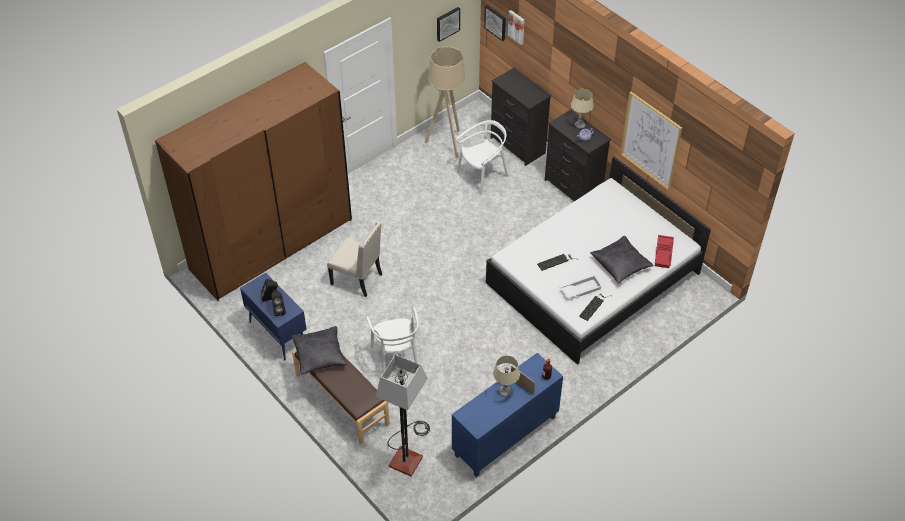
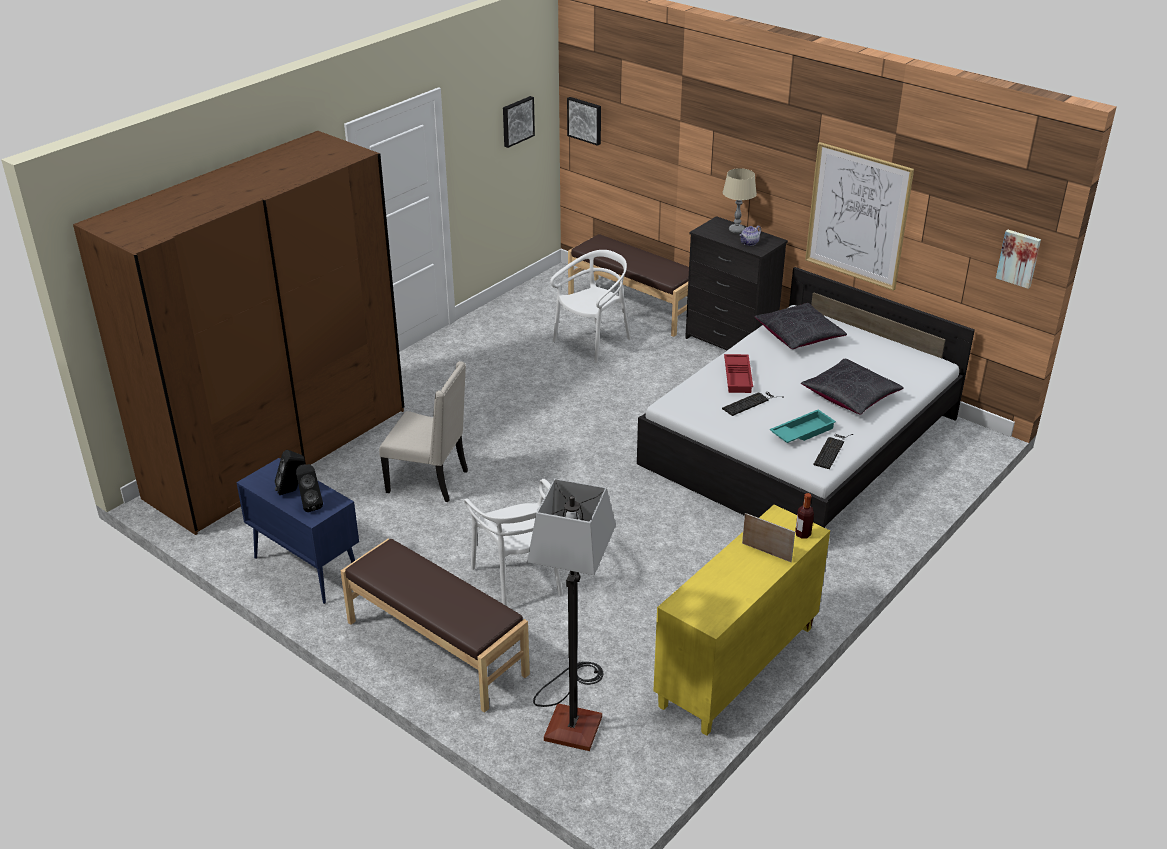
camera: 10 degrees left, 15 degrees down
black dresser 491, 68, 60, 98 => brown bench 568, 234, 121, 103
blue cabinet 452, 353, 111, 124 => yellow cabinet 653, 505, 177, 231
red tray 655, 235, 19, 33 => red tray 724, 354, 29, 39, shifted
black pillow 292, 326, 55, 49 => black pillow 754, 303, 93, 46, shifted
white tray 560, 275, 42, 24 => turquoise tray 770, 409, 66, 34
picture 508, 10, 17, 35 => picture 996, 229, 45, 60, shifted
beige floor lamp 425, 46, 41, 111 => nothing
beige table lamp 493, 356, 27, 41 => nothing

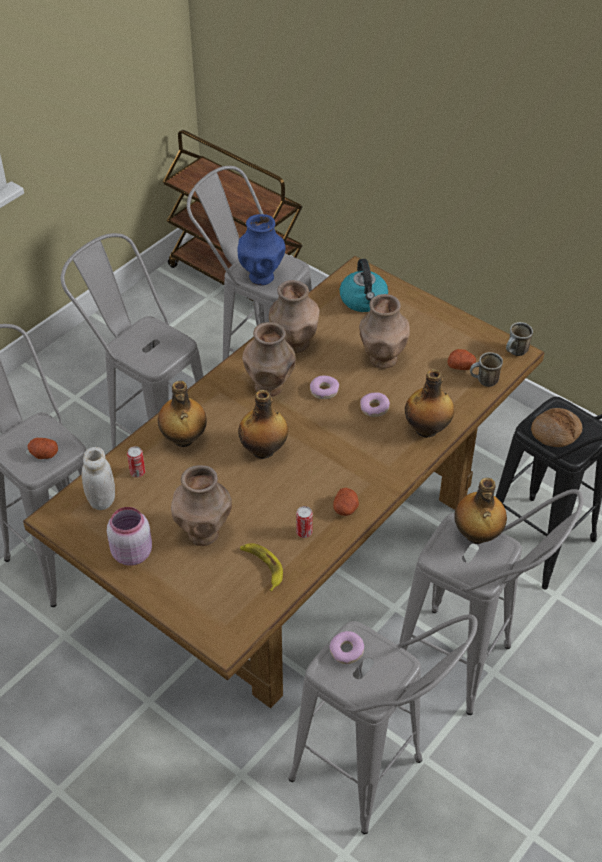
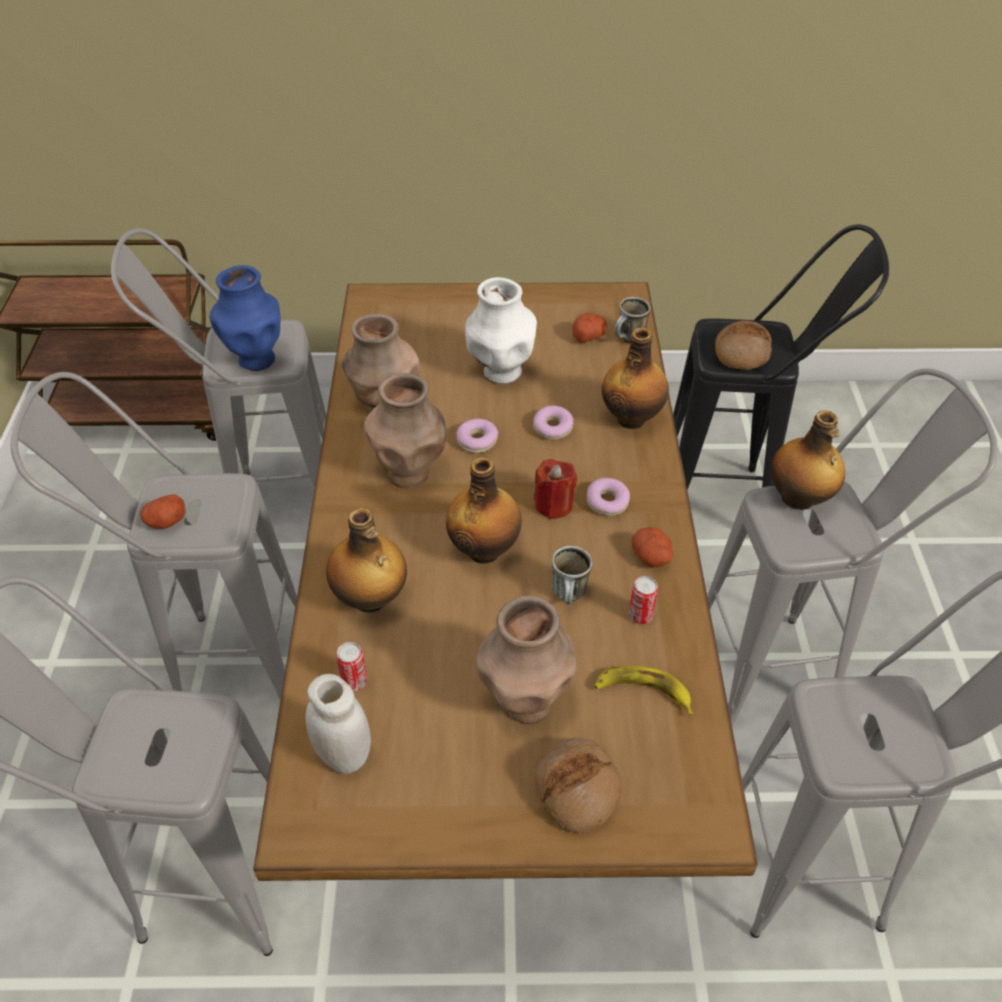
camera: 40 degrees left, 0 degrees up
potato 27, 438, 31, 21 => potato 140, 494, 46, 35, shifted
brown vase 359, 294, 51, 74 => white vase 465, 277, 72, 107
nothing => red candle 534, 459, 43, 60
nothing => bread 535, 738, 86, 95
mug 506, 322, 27, 34 => mug 552, 546, 40, 58, shifted
donut 329, 631, 35, 33 => donut 587, 478, 43, 38, shifted
pink jar 107, 507, 45, 59 => nothing
kettle 340, 259, 48, 53 => nothing

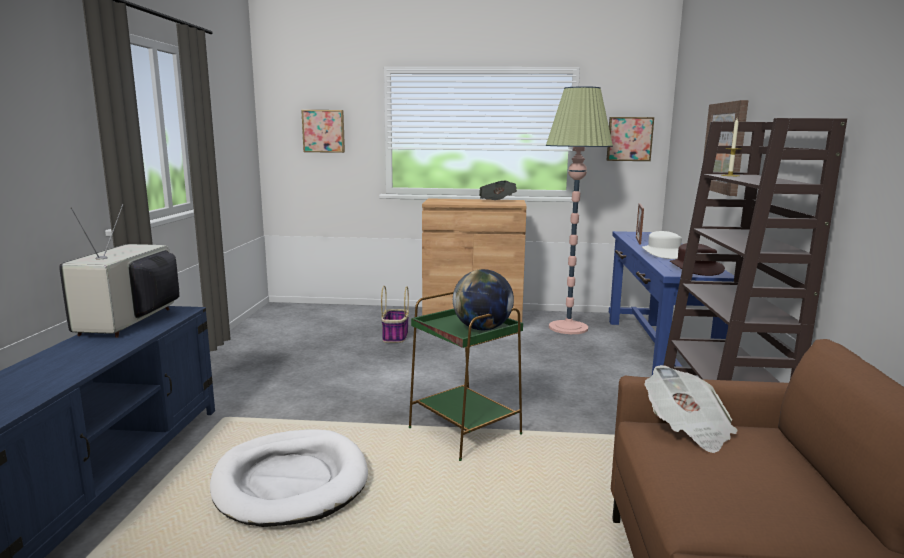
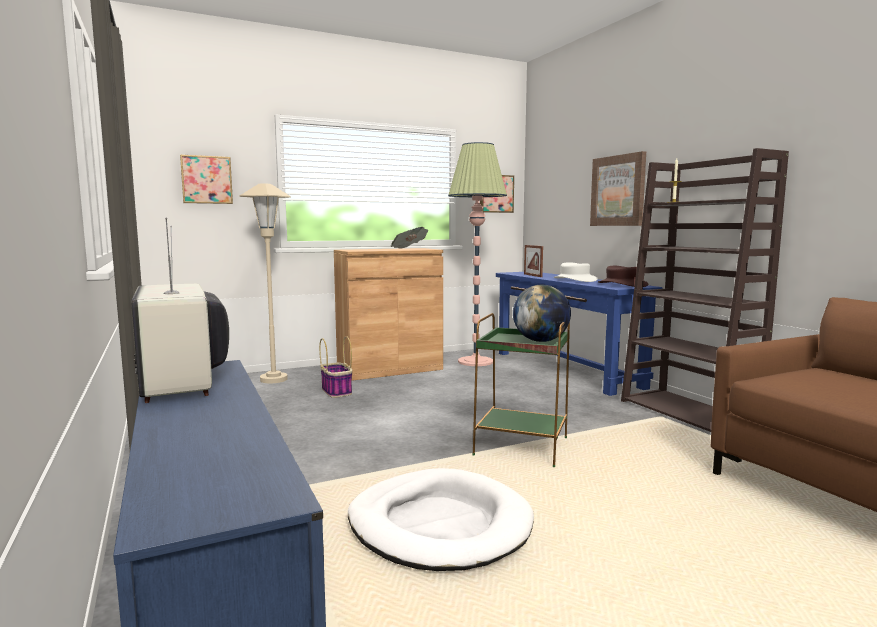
camera: 30 degrees left, 5 degrees down
nothing => beige floor lamp 239, 183, 52, 200
newspaper 645, 365, 93, 88 => nothing

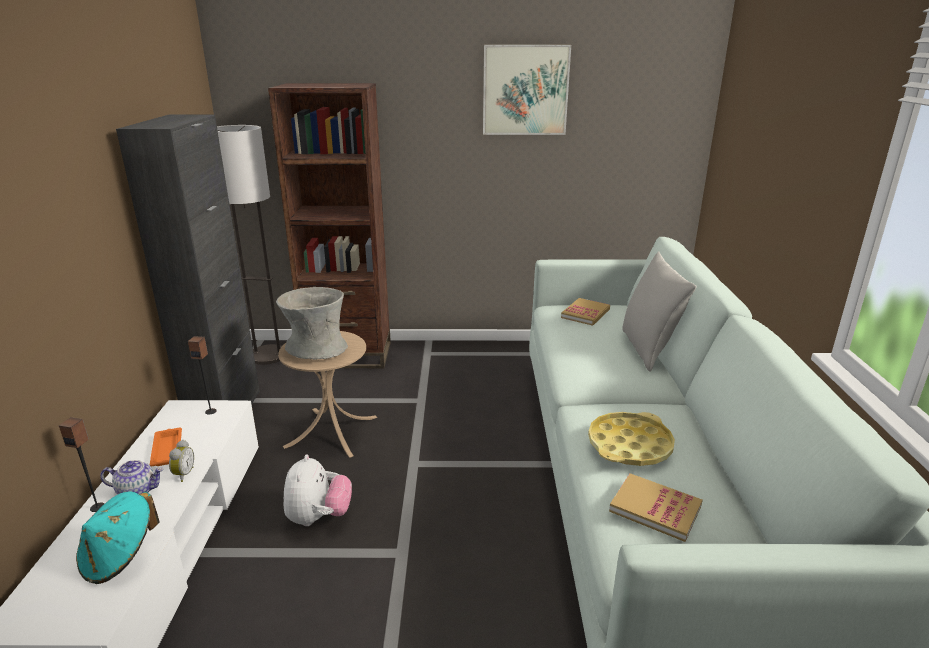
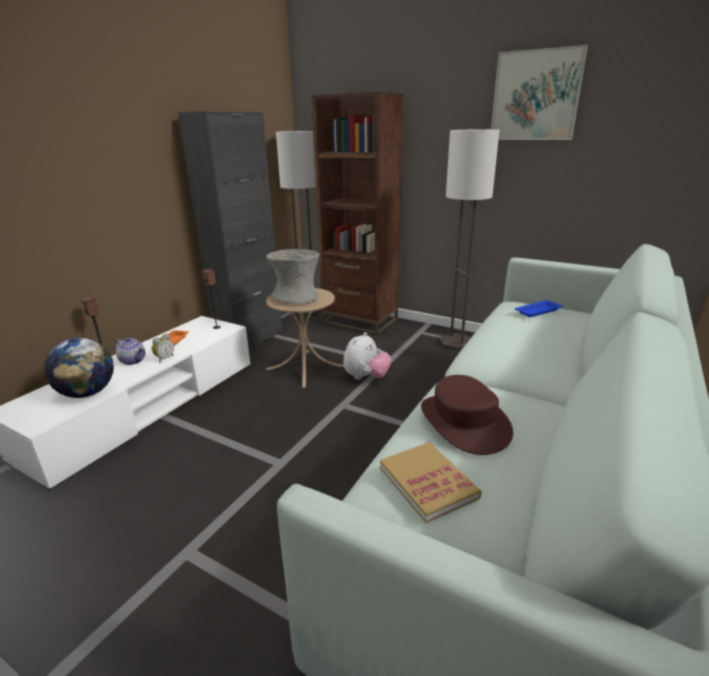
camera: 30 degrees right, 0 degrees up
turquoise hat 76, 491, 84, 93 => globe 44, 338, 70, 60
plush toy 284, 455, 68, 71 => plush toy 343, 332, 48, 48, shifted
yellow tray 588, 412, 87, 54 => brown hat 421, 375, 92, 80
nothing => floor lamp 440, 129, 59, 221
book 561, 298, 49, 28 => blue tray 515, 300, 48, 17
grey pillow 622, 251, 75, 121 => nothing

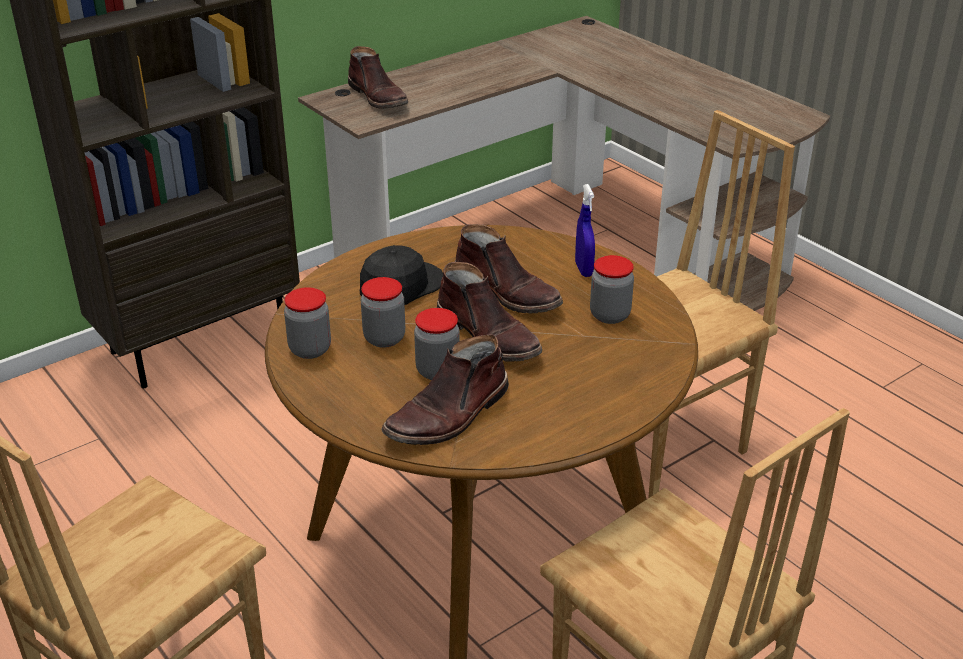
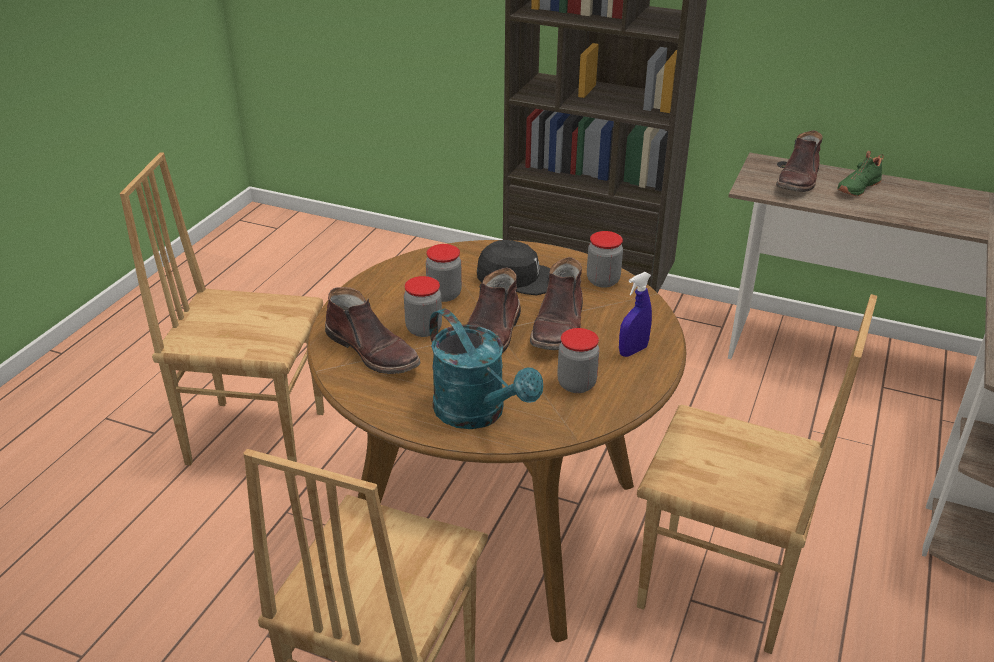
camera: 60 degrees right, 0 degrees up
brown boot 382, 334, 127, 111 => brown boot 325, 287, 95, 87, 150 degrees counterclockwise
nothing => turquoise watering can 429, 309, 114, 120
jar 284, 287, 47, 72 => jar 587, 231, 36, 57, shifted
nothing => green shoe 838, 151, 46, 45

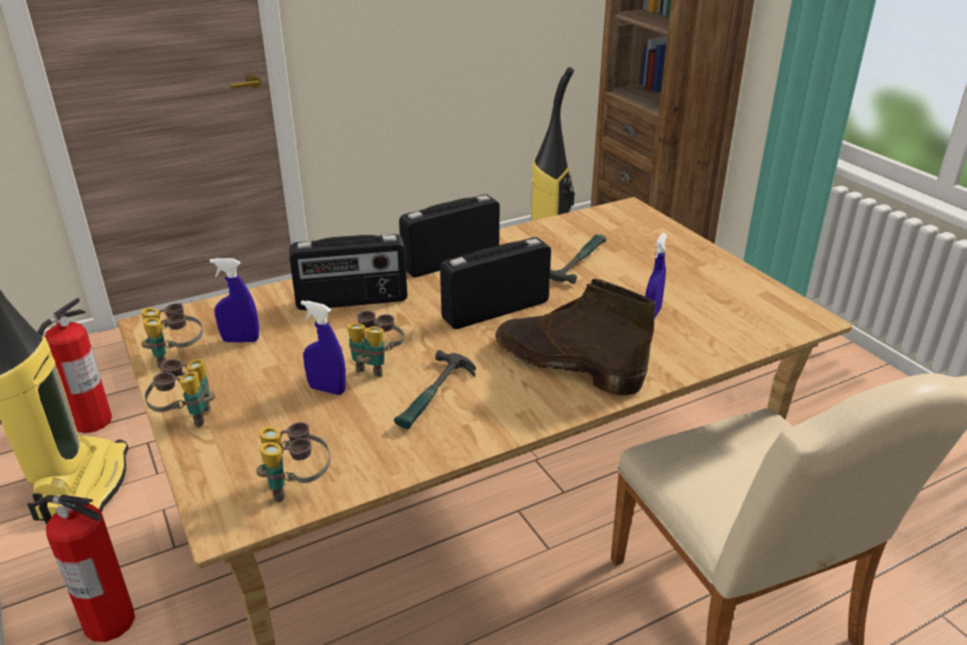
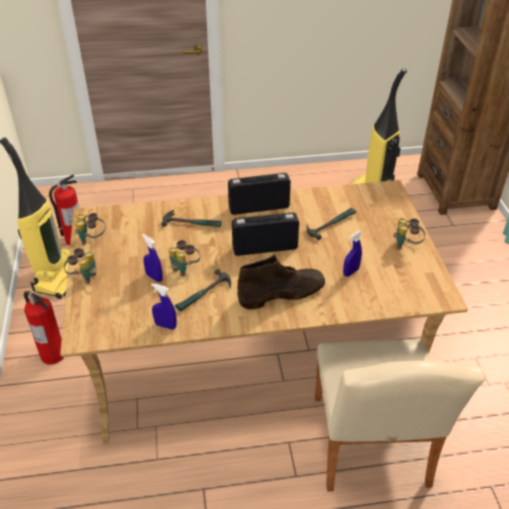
camera: 20 degrees right, 10 degrees up
blue spray bottle 210, 258, 49, 85 => blue spray bottle 151, 283, 26, 47, shifted
radio 289, 234, 119, 76 => hammer 161, 210, 60, 17
brown boot 495, 279, 161, 117 => brown boot 237, 254, 88, 56, 105 degrees clockwise
binoculars 256, 422, 74, 80 => binoculars 393, 217, 32, 33, shifted

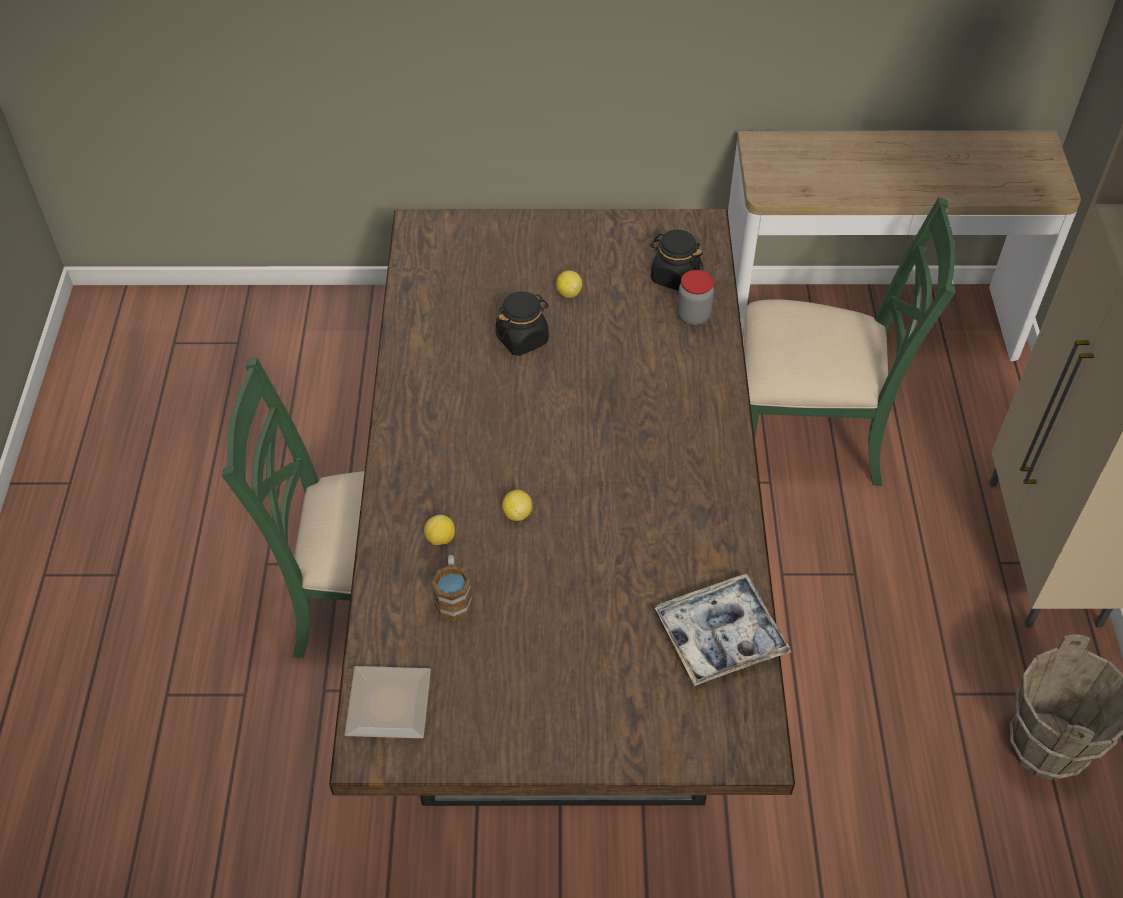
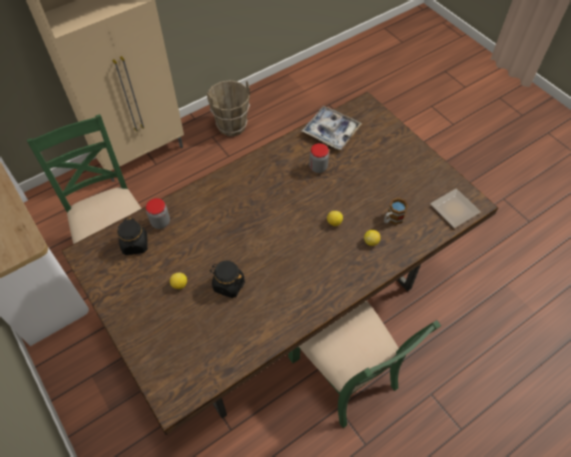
camera: 125 degrees left, 5 degrees up
nothing => jar 309, 143, 20, 30

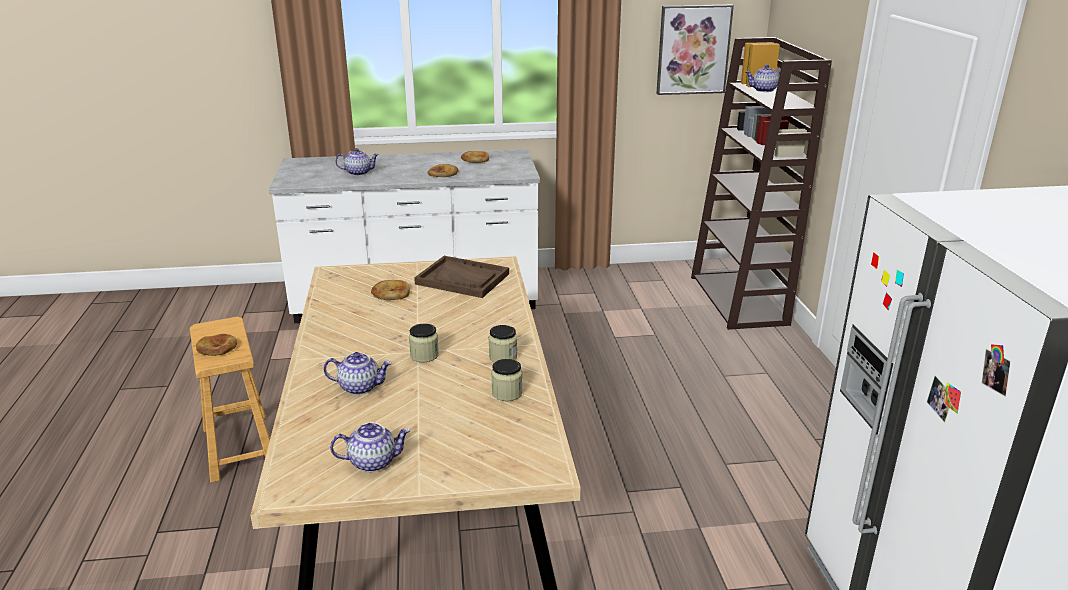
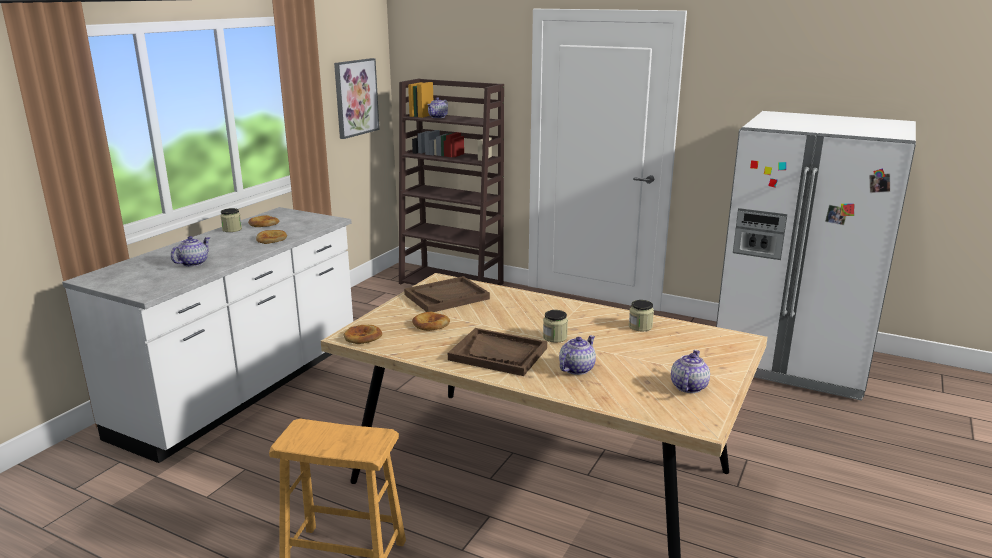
camera: 55 degrees left, 5 degrees down
jar 489, 325, 28, 37 => jar 220, 208, 22, 24, shifted
bread 196, 334, 41, 22 => bread 344, 325, 38, 19, shifted
nothing => brown tray 448, 328, 99, 48

